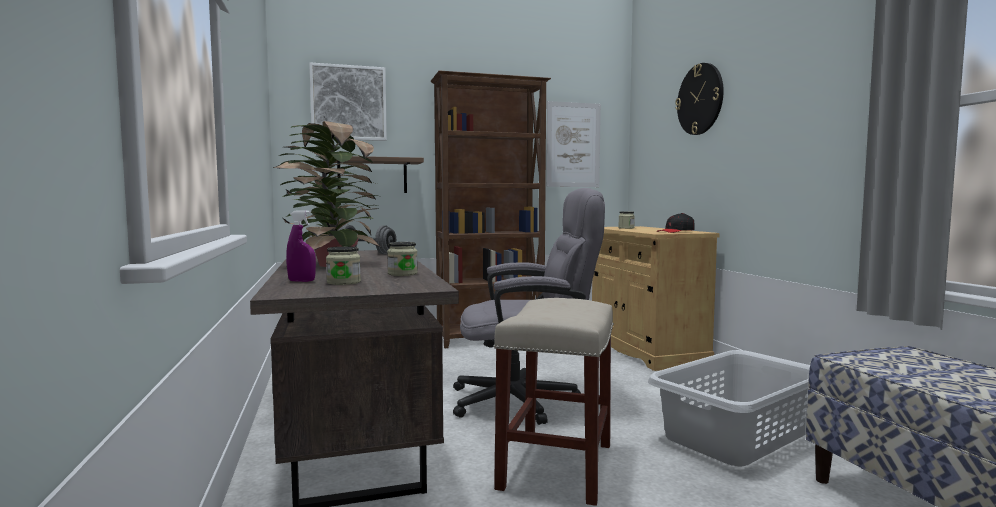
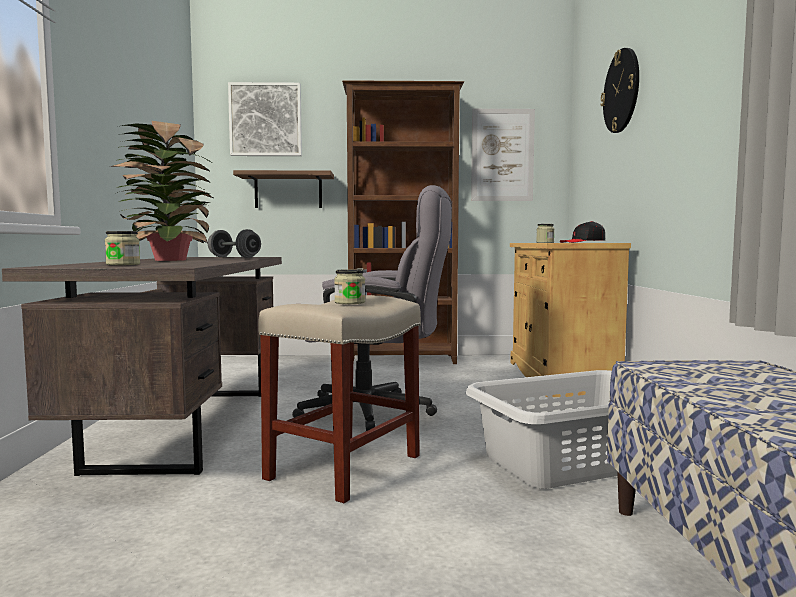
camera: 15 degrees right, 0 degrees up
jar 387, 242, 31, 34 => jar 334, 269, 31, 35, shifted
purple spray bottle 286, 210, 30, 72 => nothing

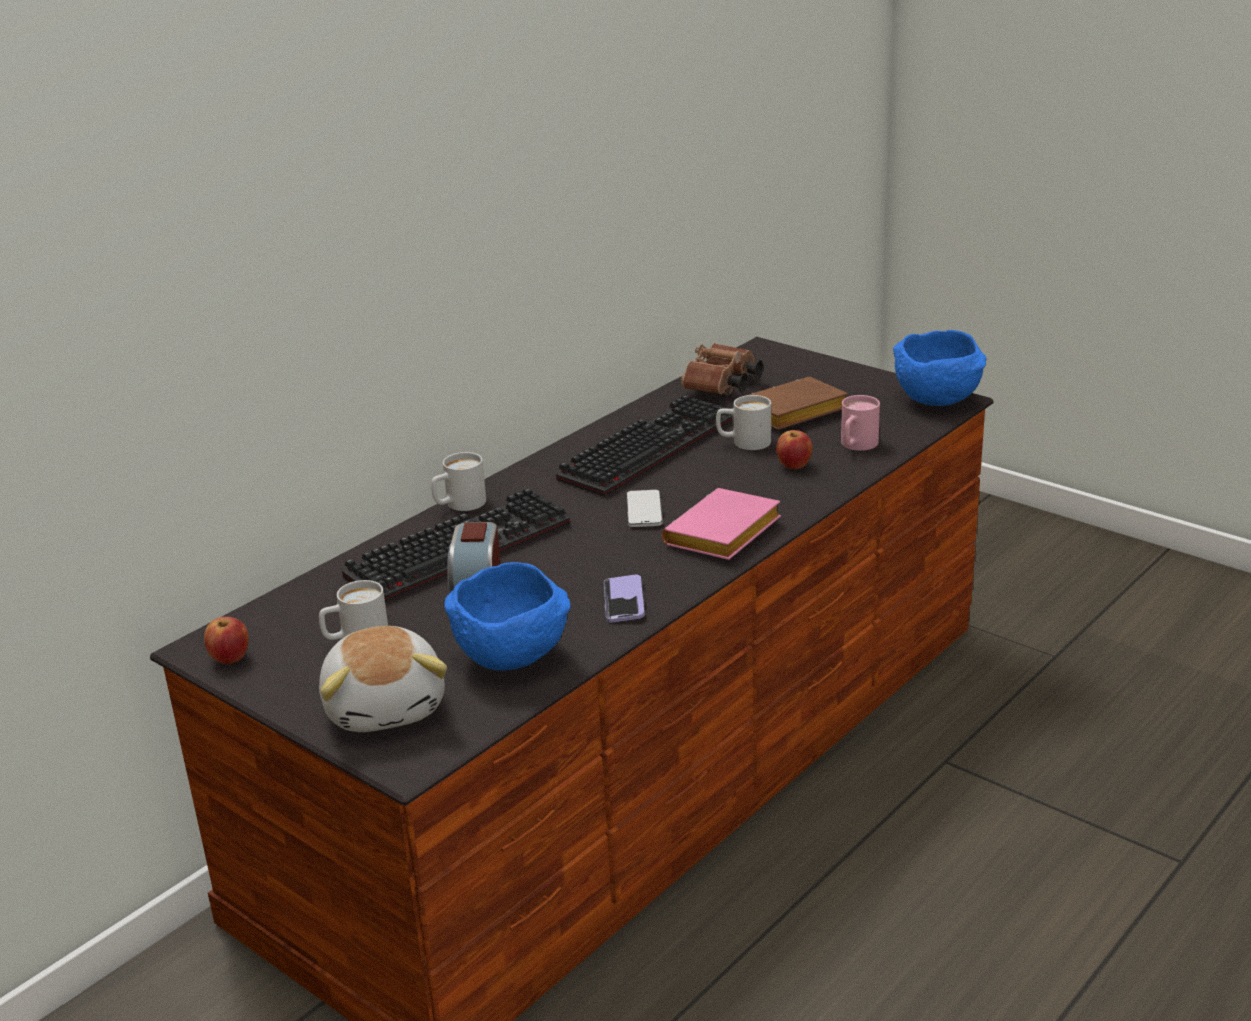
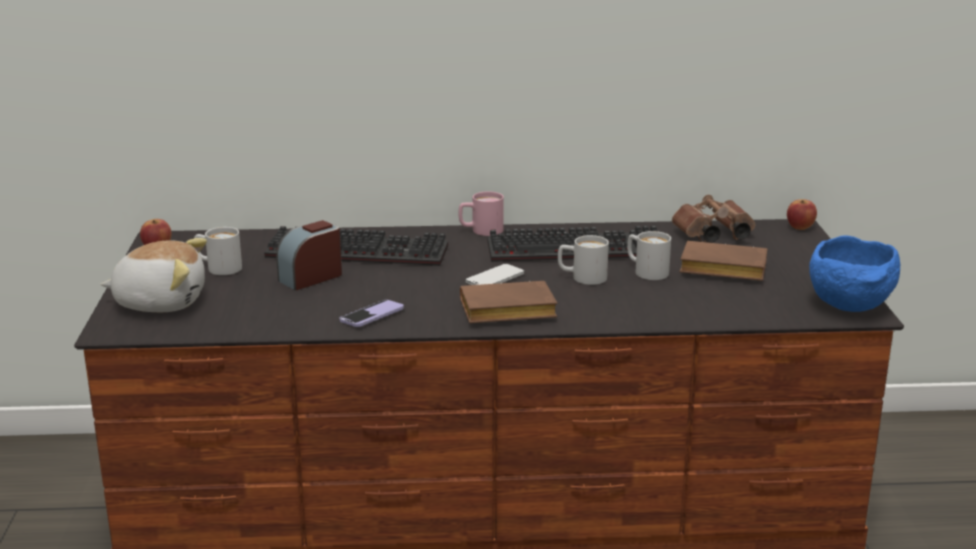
camera: 45 degrees right, 5 degrees down
plush toy 319, 626, 128, 106 => plush toy 100, 238, 107, 74, 120 degrees counterclockwise
pink mug 841, 395, 39, 56 => pink mug 459, 191, 45, 45, shifted
pink book 662, 488, 119, 72 => brown book 460, 281, 97, 42
white mug 431, 452, 55, 59 => white mug 558, 235, 51, 50, shifted
apple 776, 430, 37, 39 => apple 787, 199, 30, 31, shifted
blue bowl 445, 562, 126, 109 => nothing

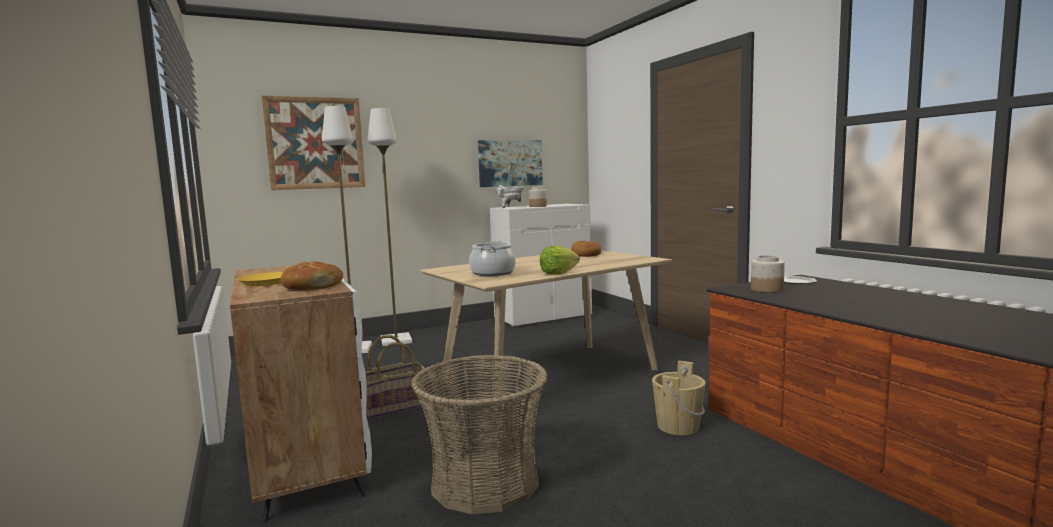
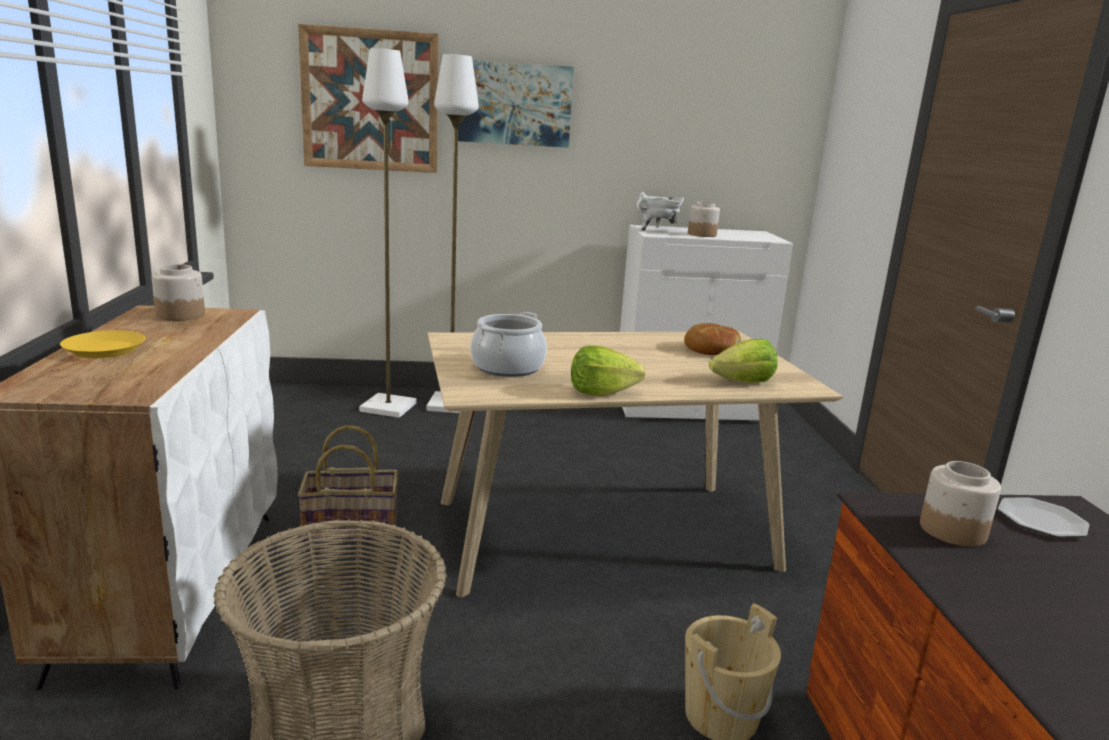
camera: 20 degrees right, 10 degrees up
nothing => jar 152, 264, 53, 57
picture 478, 140, 65, 47 => picture 458, 60, 116, 88, shifted
nothing => lettuce 709, 339, 69, 44
bread 281, 261, 62, 29 => nothing

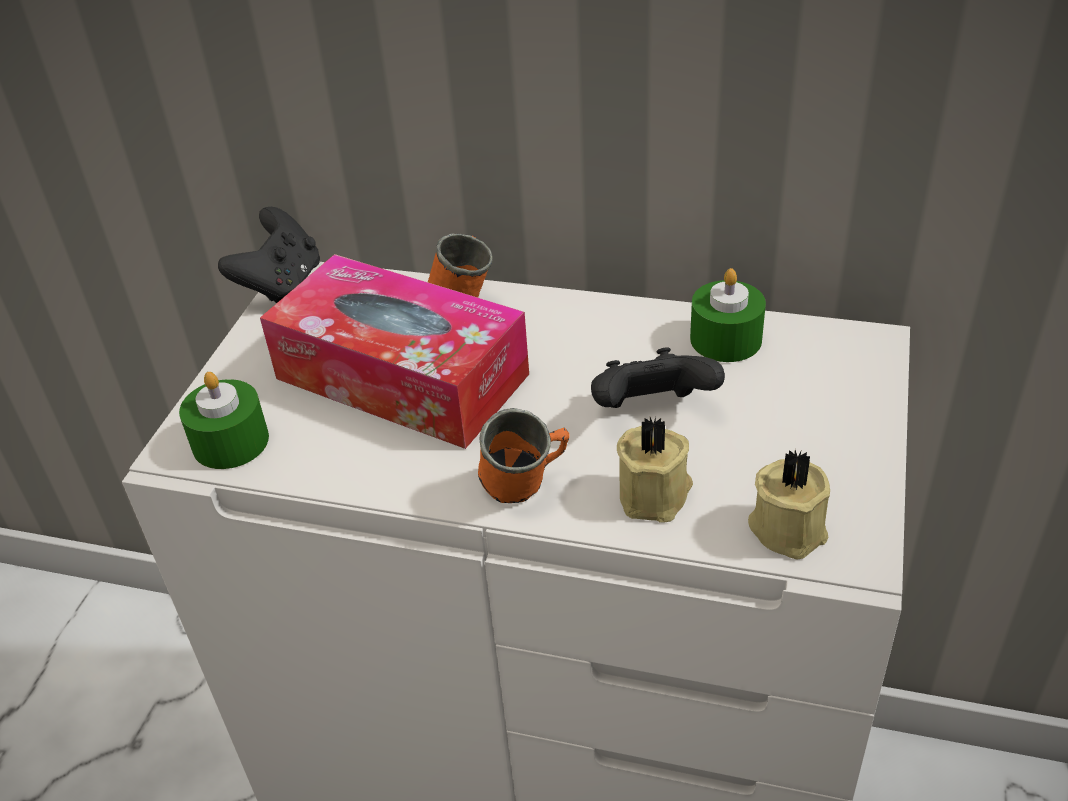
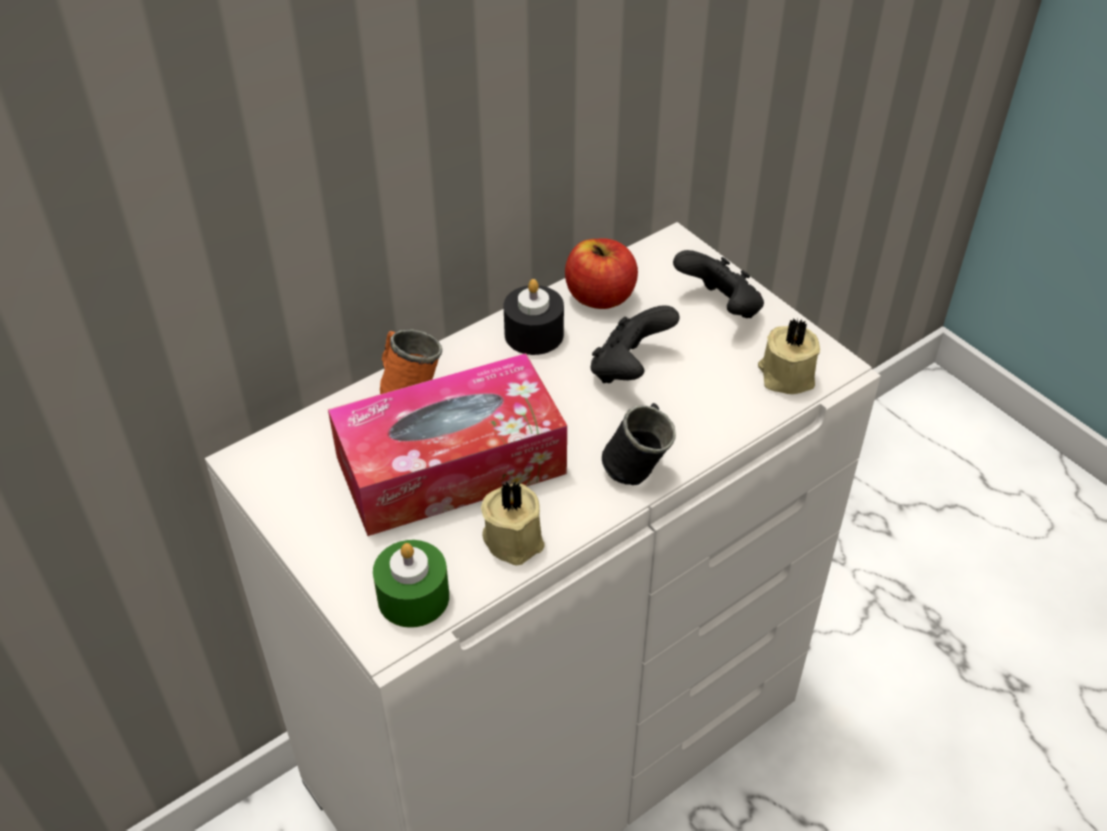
camera: 55 degrees left, 5 degrees up
beige candle 617, 417, 76, 106 => beige candle 481, 481, 64, 85, shifted
nothing => black candle 504, 279, 60, 76
green candle 690, 268, 76, 94 => apple 565, 238, 73, 71
orange mug 478, 408, 92, 95 => black mug 602, 403, 74, 82
black game controller 218, 207, 102, 96 => black game controller 673, 250, 91, 68, shifted

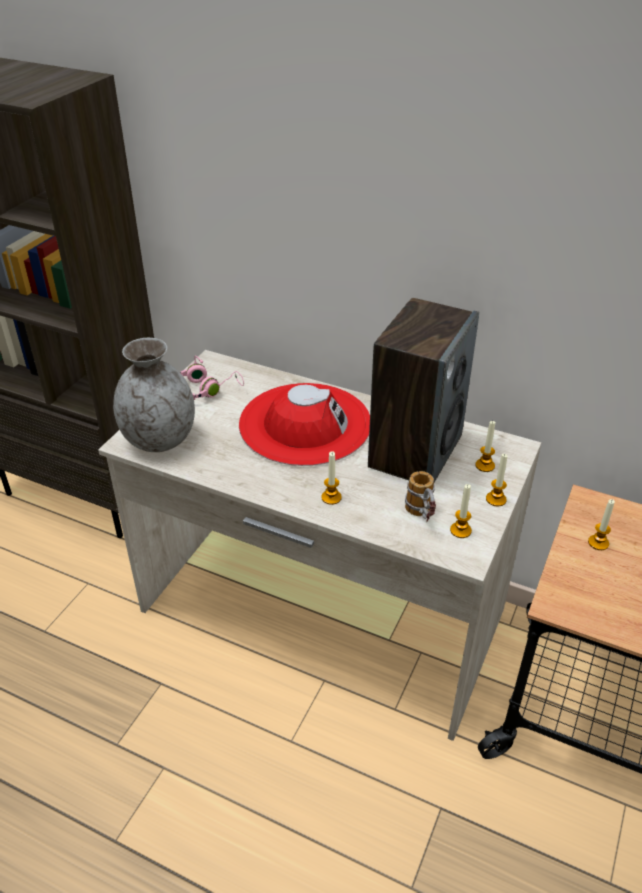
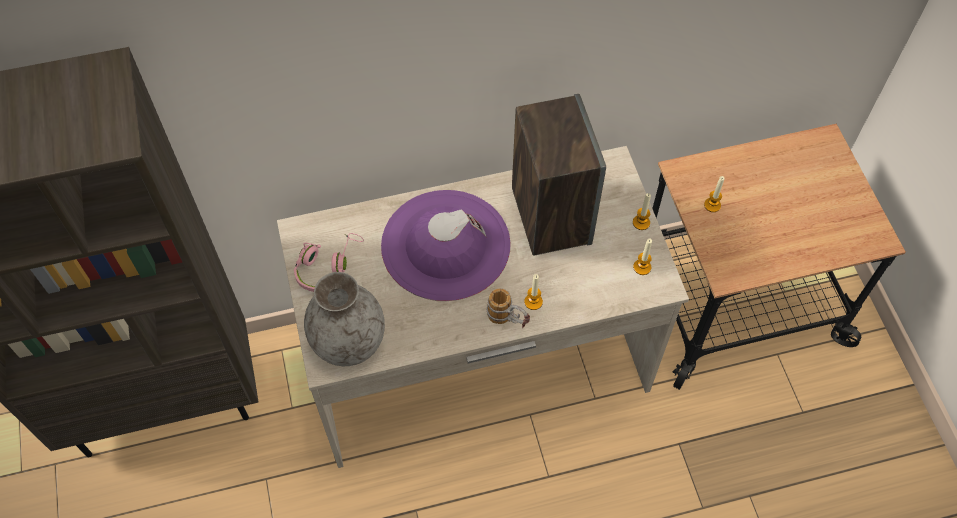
camera: 40 degrees left, 20 degrees up
red hat 239, 383, 131, 83 => purple hat 381, 190, 129, 111
mug 405, 471, 31, 51 => mug 487, 288, 43, 40, shifted
candle 475, 421, 20, 51 => nothing

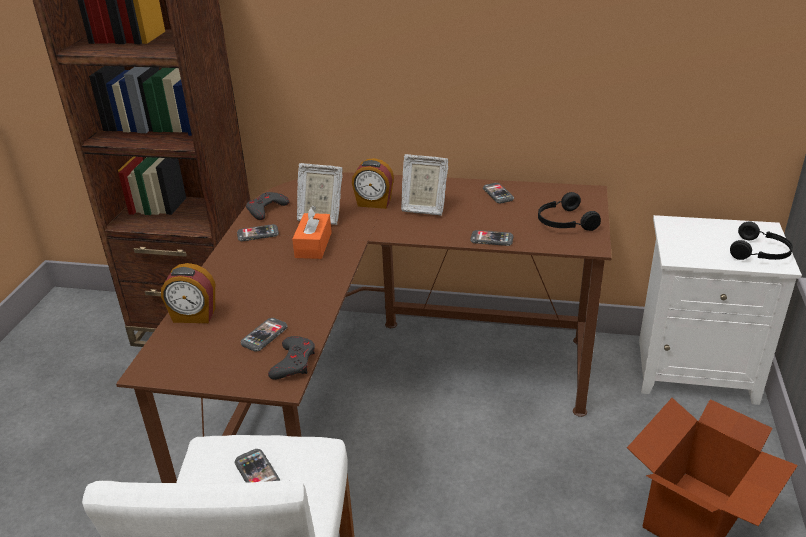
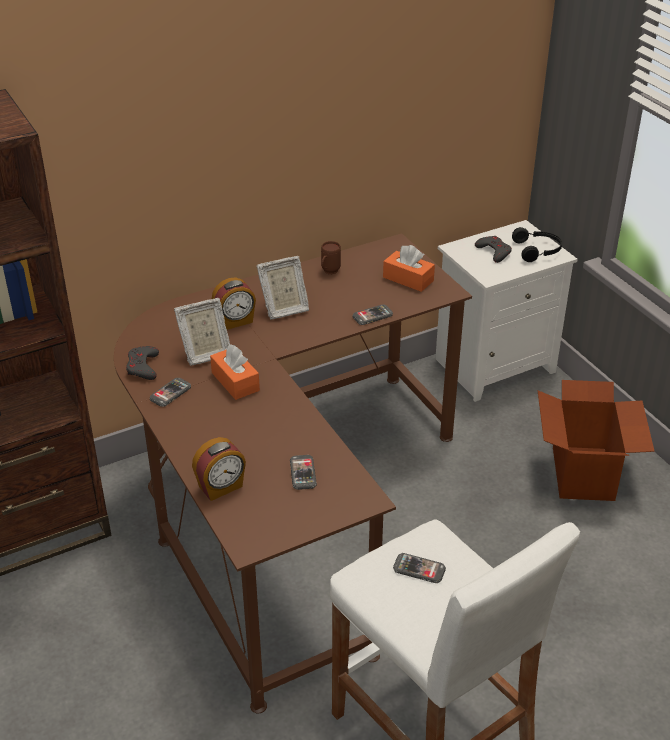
camera: 40 degrees left, 5 degrees up
phone 483, 183, 31, 20 => brown mug 321, 241, 20, 33
black headphones 538, 192, 63, 39 => orange tissue box 383, 245, 52, 47
grey game controller 268, 336, 47, 44 => grey game controller 475, 236, 37, 27, shifted

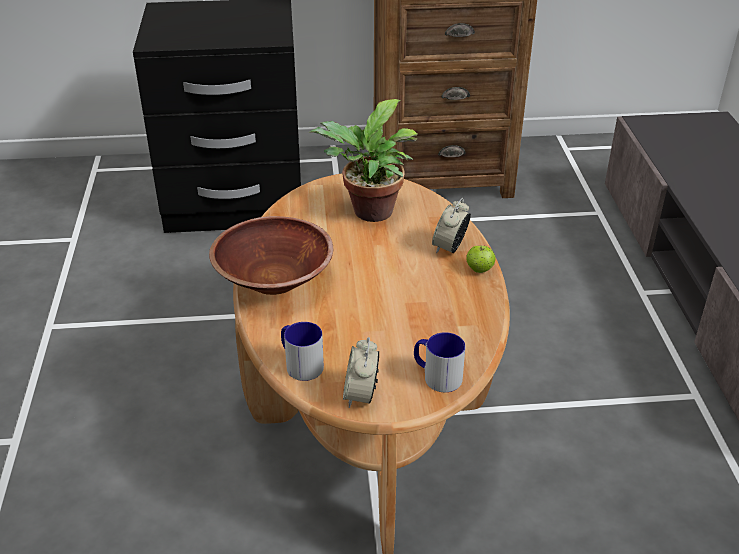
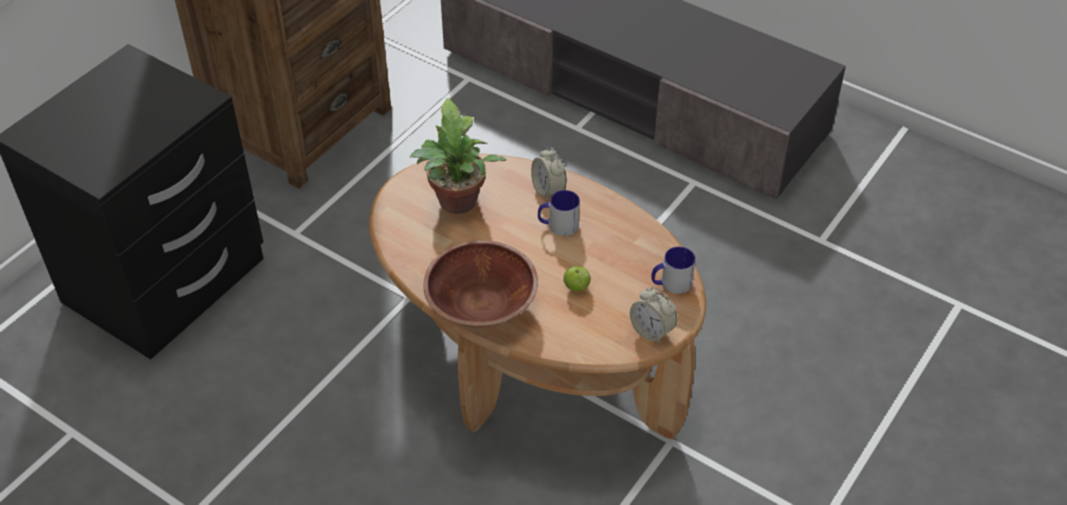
camera: 50 degrees left, 10 degrees up
mug 281, 322, 43, 59 => mug 538, 190, 42, 46, shifted
apple 466, 246, 30, 27 => apple 563, 266, 28, 26, shifted

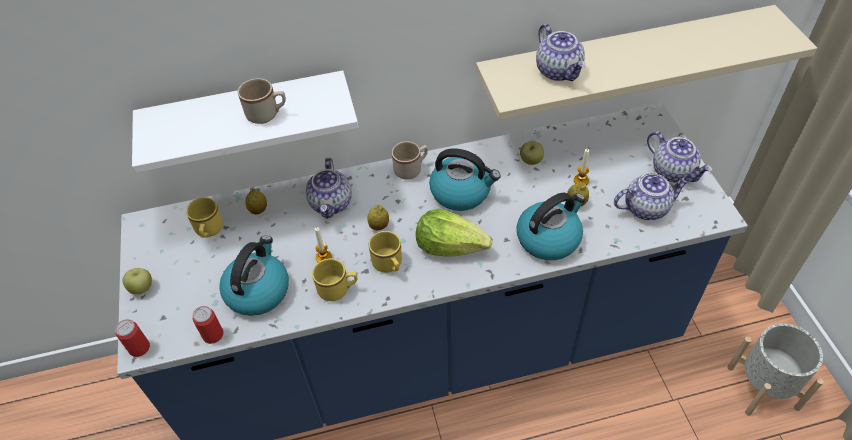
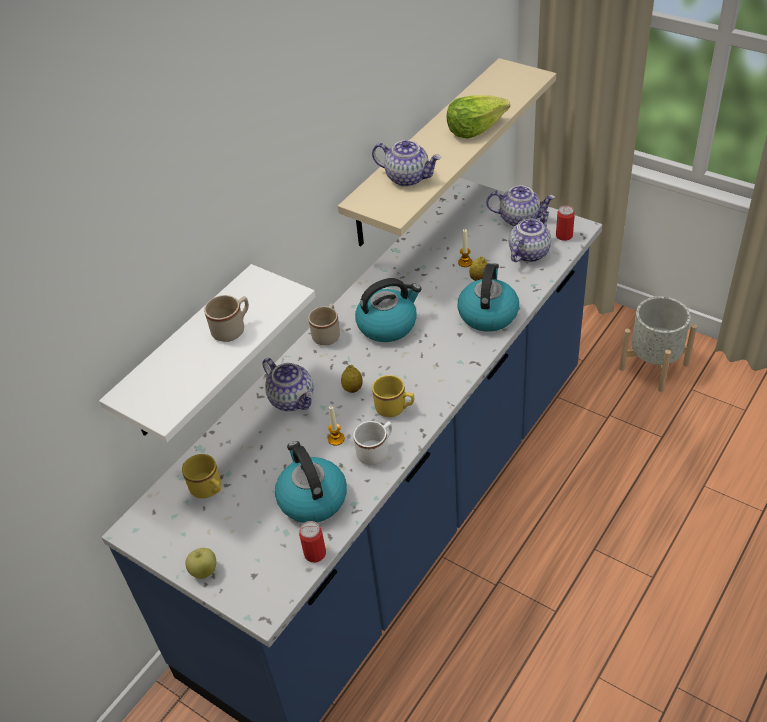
camera: 40 degrees left, 5 degrees down
yellow mug 312, 258, 45, 43 => white mug 353, 421, 39, 44
lettuce 416, 209, 76, 48 => lettuce 447, 95, 63, 44, shifted
can 115, 319, 35, 38 => can 556, 205, 19, 36, shifted
lemon 245, 188, 22, 26 => nothing
apple 520, 141, 24, 24 => nothing

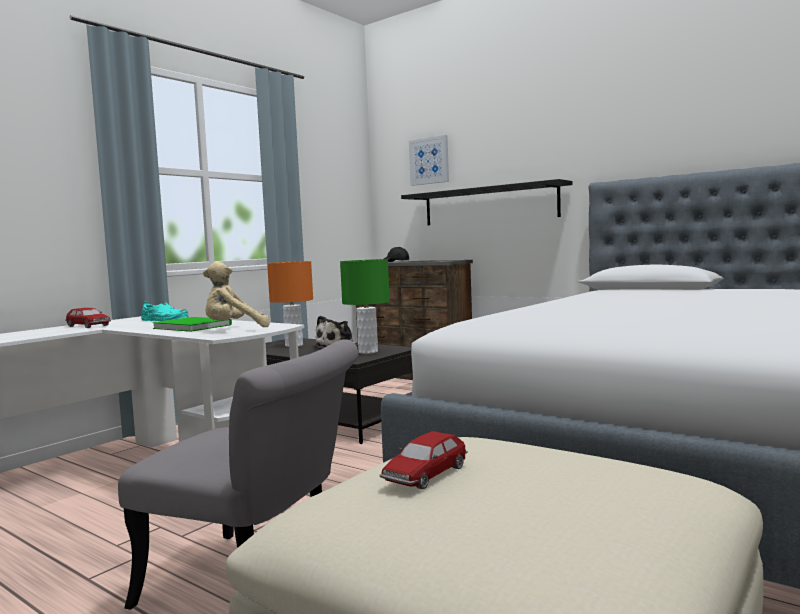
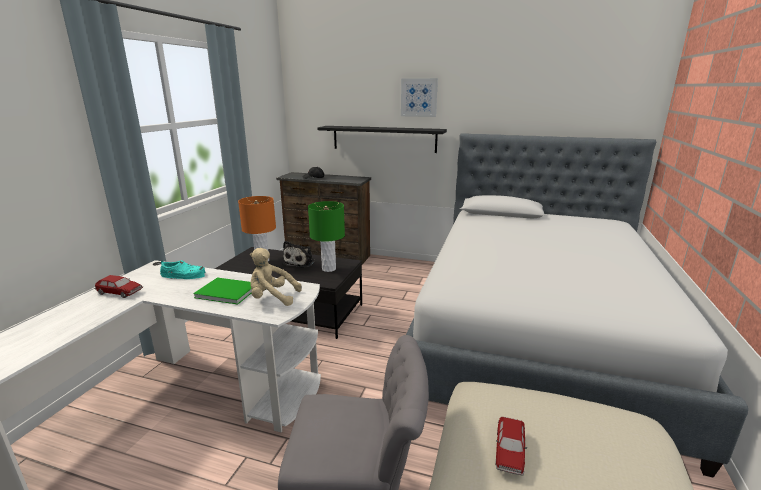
camera: 20 degrees left, 15 degrees up
beige plush toy 203, 261, 67, 66 => beige plush toy 250, 248, 52, 58, 45 degrees clockwise
picture 409, 135, 40, 51 => picture 401, 78, 37, 39, shifted

